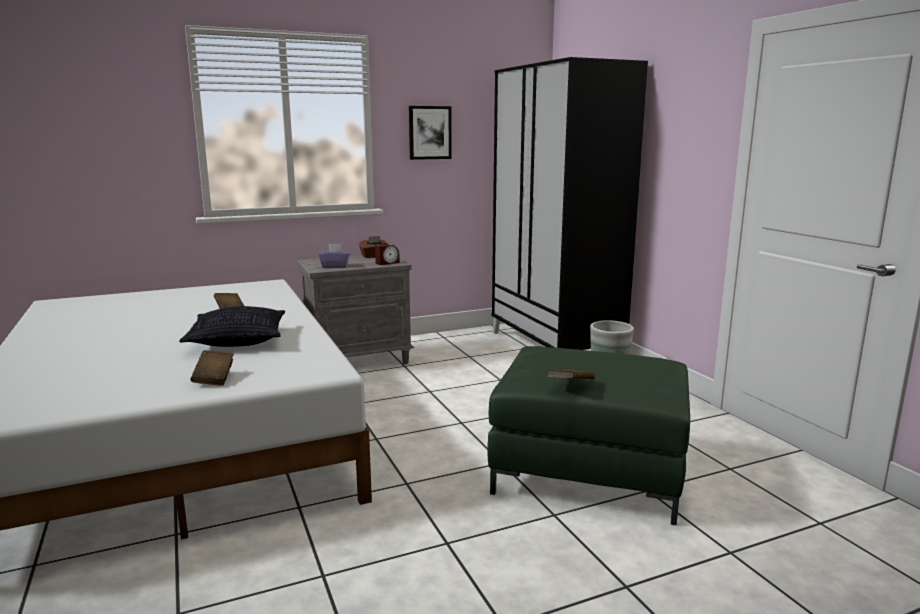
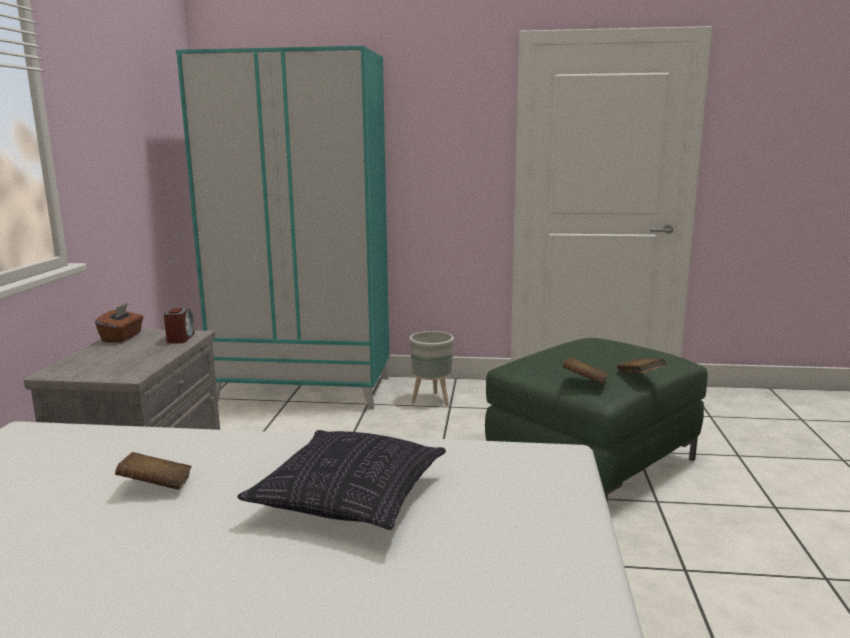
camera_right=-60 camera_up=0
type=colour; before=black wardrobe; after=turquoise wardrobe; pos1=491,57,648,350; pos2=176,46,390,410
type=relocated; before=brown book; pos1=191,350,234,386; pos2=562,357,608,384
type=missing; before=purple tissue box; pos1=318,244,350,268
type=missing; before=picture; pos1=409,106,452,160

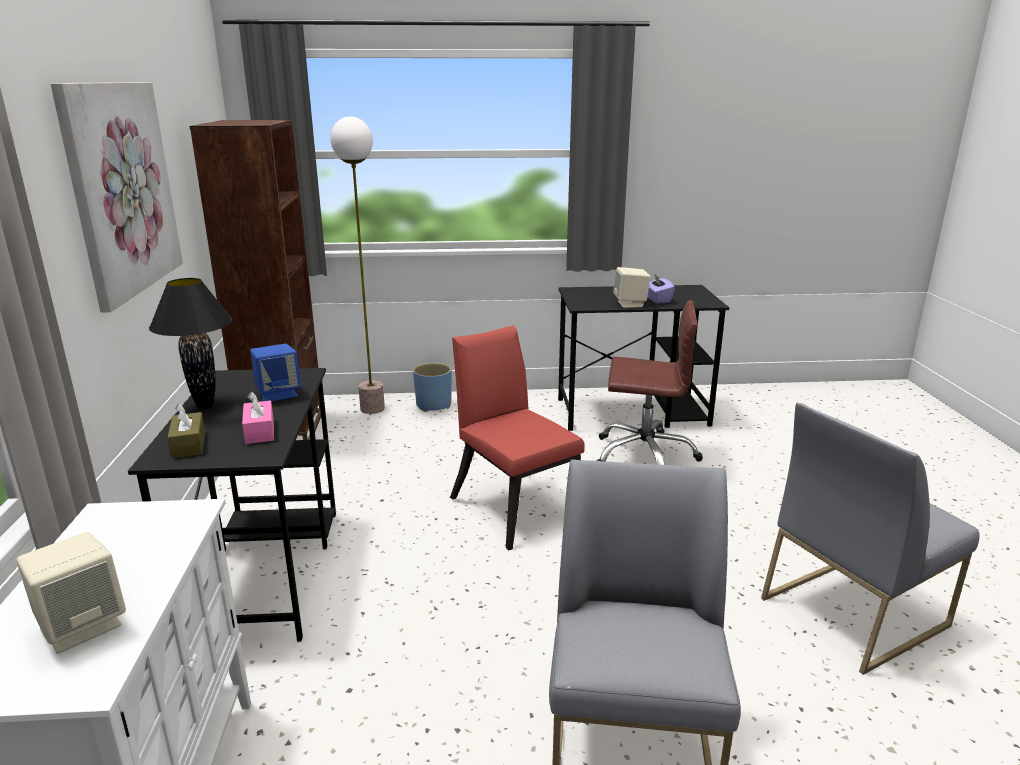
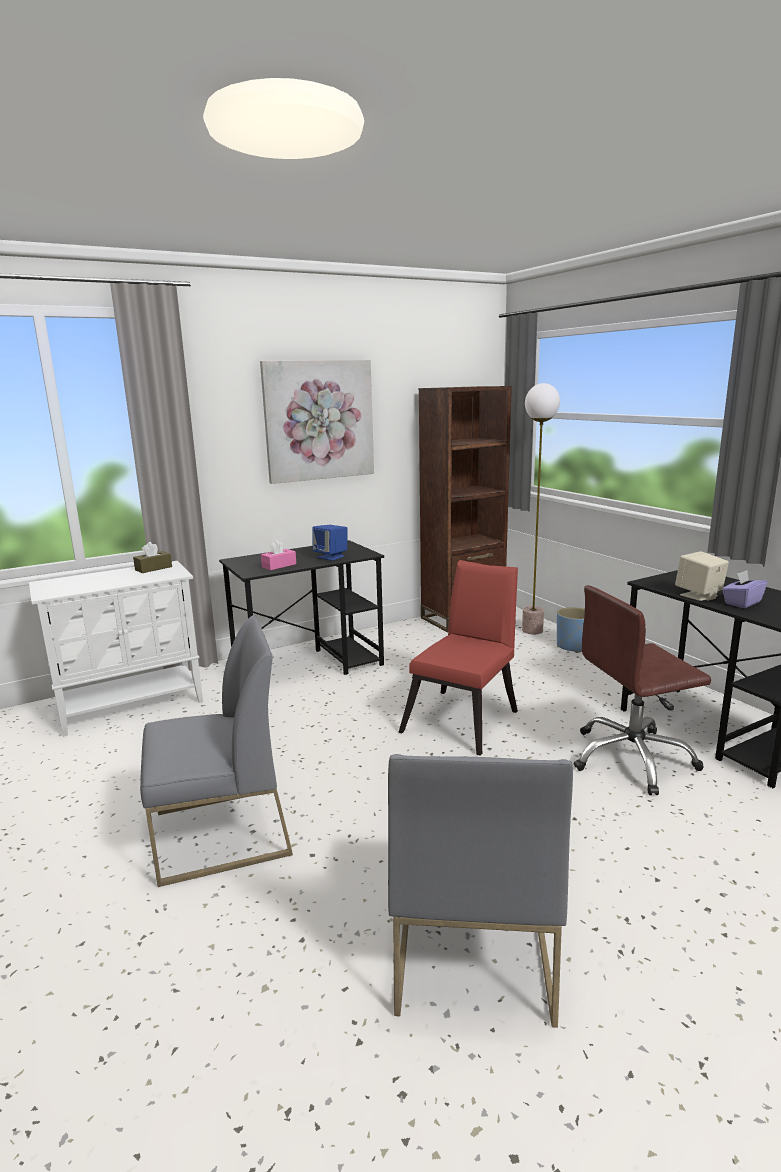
camera_right=65 camera_up=-5
type=relocated; before=brown tissue box; pos1=167,404,205,458; pos2=133,542,172,573
type=spun; before=grey chair; pos1=761,403,980,675; pos2=388,754,573,1028; turn=-120
type=spun; before=brown office chair; pos1=596,300,703,465; pos2=574,585,711,795; turn=90
type=missing; before=beige speaker; pos1=17,532,126,654
type=missing; before=black table lamp; pos1=149,278,232,410

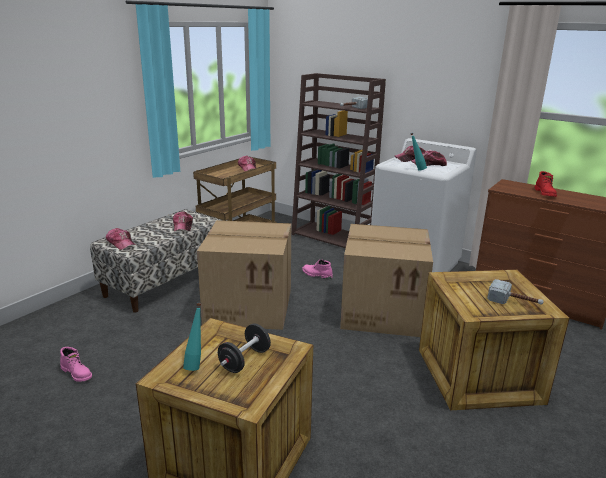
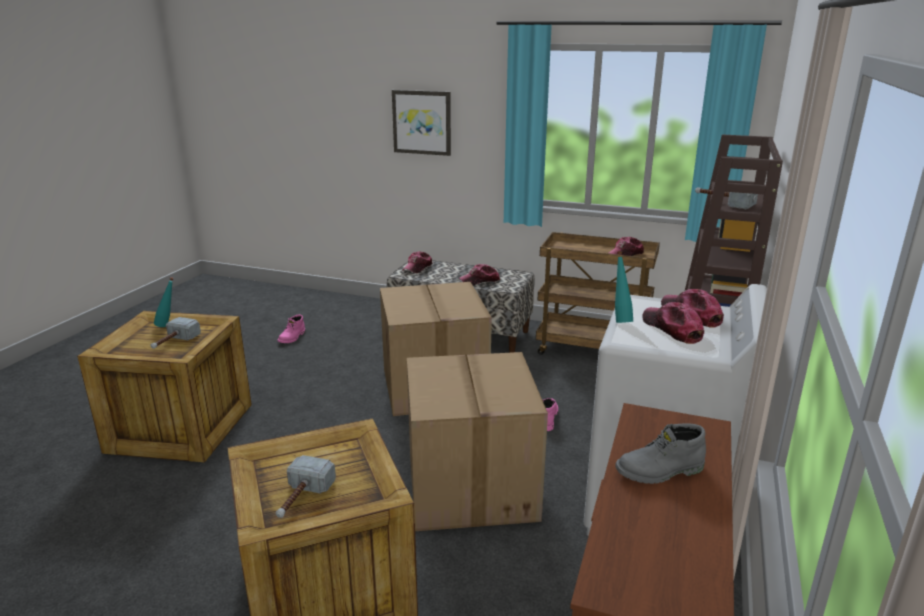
camera_right=75 camera_up=0
type=exchanged; before=black dumbbell; after=hammer; pos1=218,324,271,373; pos2=151,317,201,349
type=appeared; after=picture; pos2=392,90,451,156
type=colour; before=red boot; after=grey boot; pos1=534,171,557,197; pos2=615,423,706,484

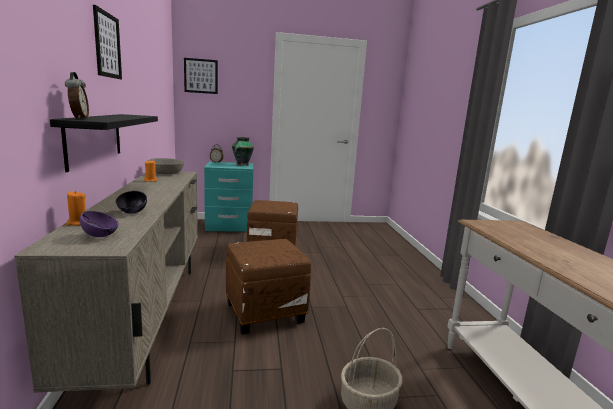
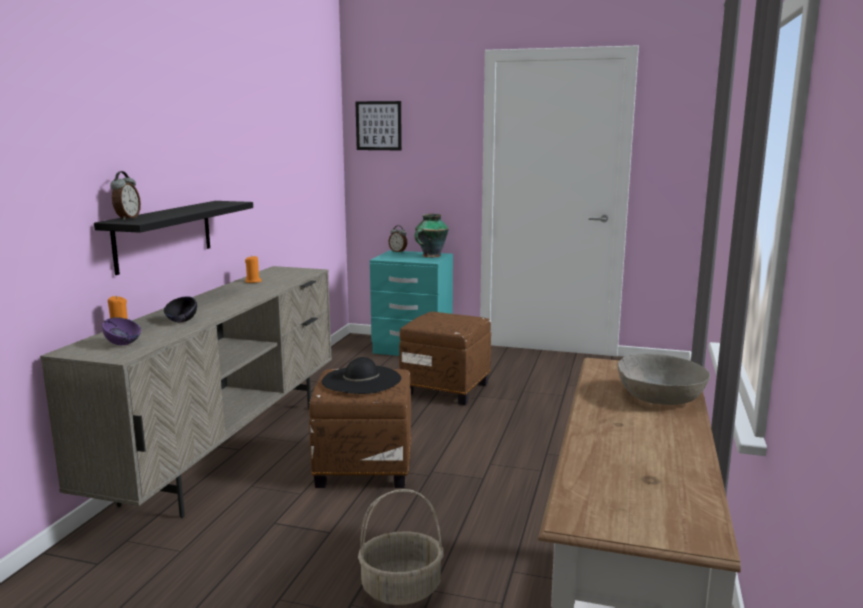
camera_right=25 camera_up=0
type=appeared; after=black hat; pos2=322,357,401,394
type=relocated; before=grey bowl; pos1=147,158,184,174; pos2=618,354,710,405
type=missing; before=picture; pos1=93,5,122,79

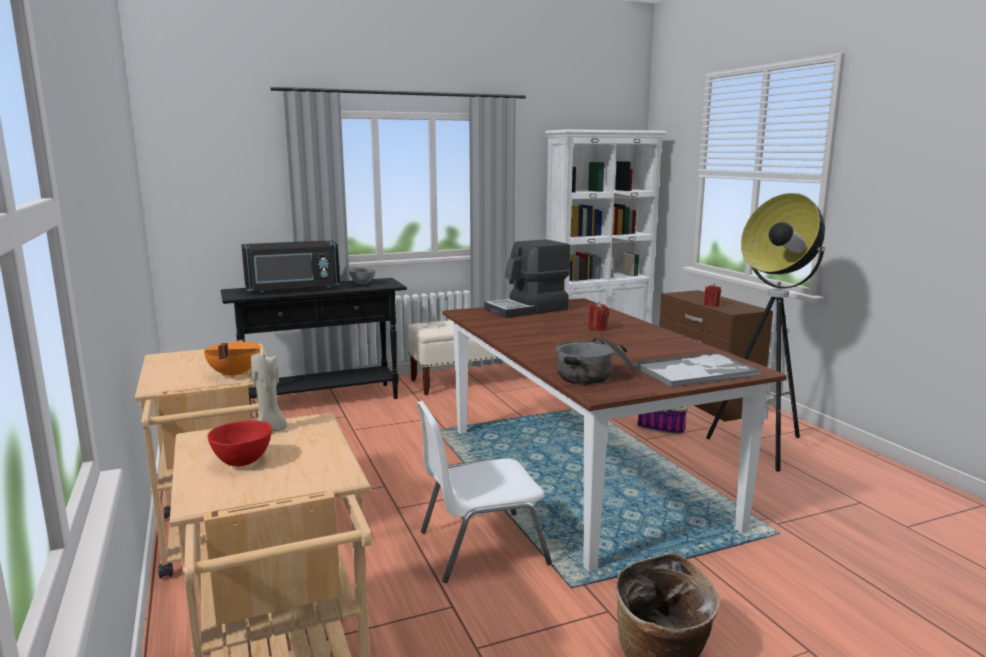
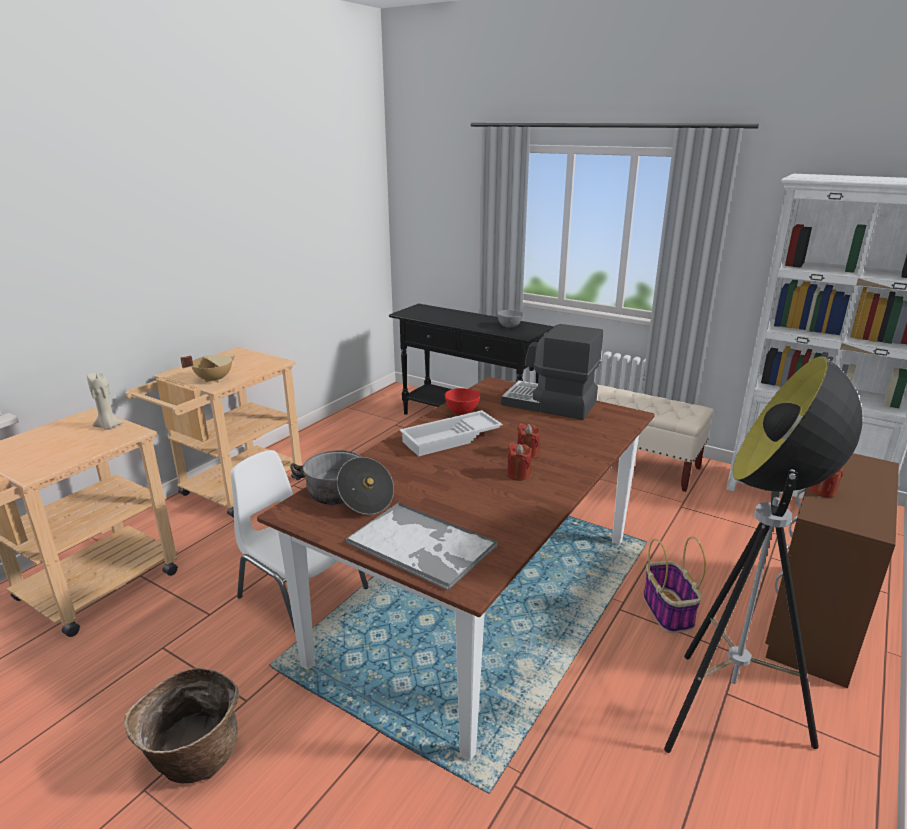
camera_right=55 camera_up=10
type=colour; before=orange cooking pot; after=beige cooking pot; pos1=204,340,261,379; pos2=180,355,235,383
type=appeared; after=white tray; pos2=399,410,503,456
type=relocated; before=red bowl; pos1=207,420,272,467; pos2=445,388,480,415
type=appeared; after=red candle; pos2=507,443,532,481
type=missing; before=black microwave; pos1=241,240,340,293

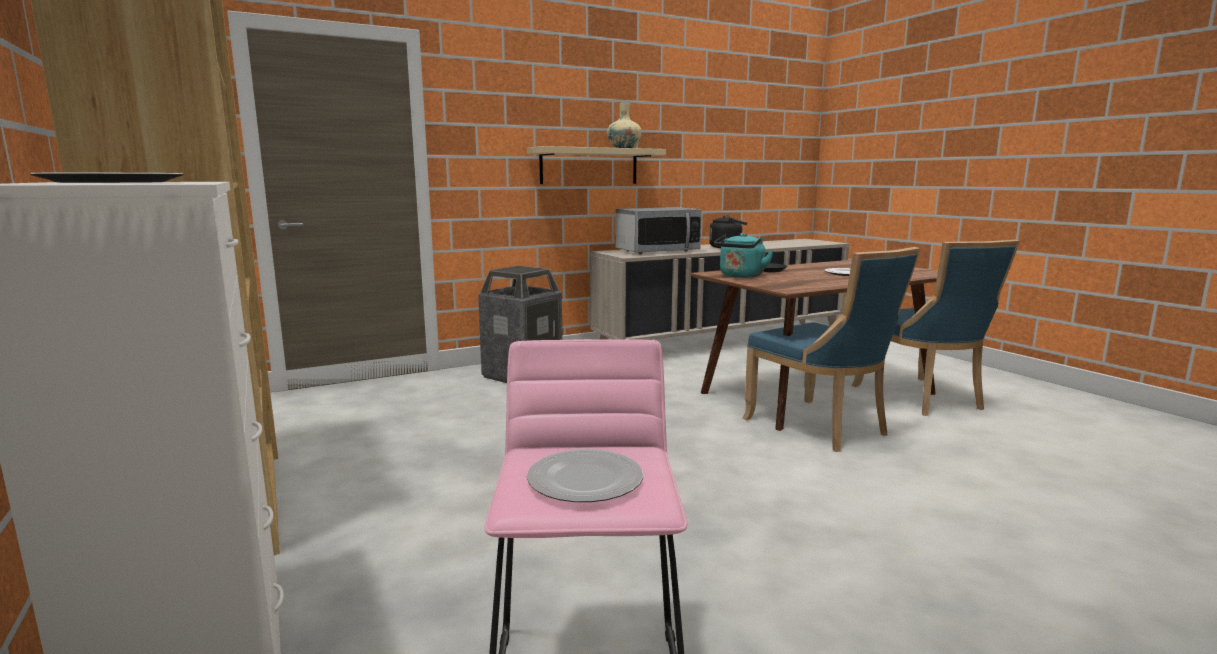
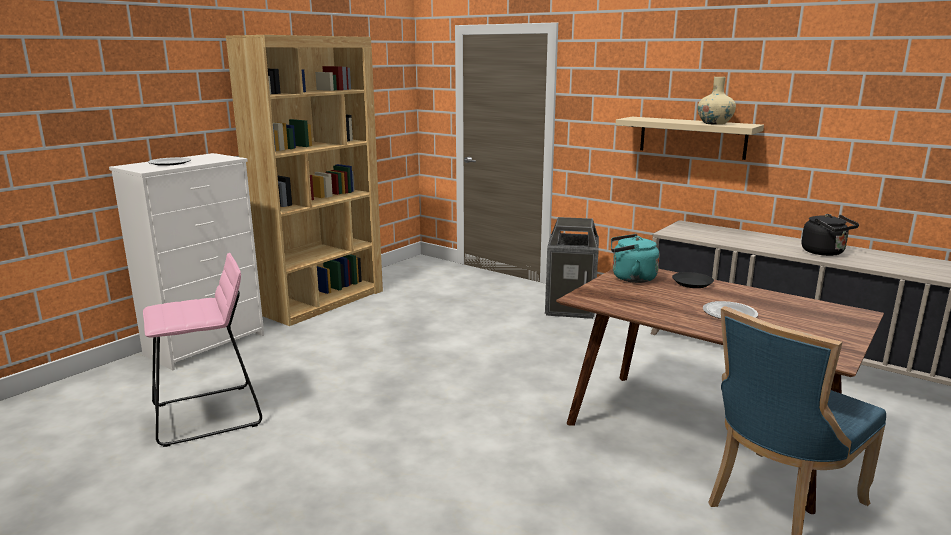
camera_right=65 camera_up=5
type=missing; before=plate; pos1=527,449,643,502
type=missing; before=microwave; pos1=615,207,702,254
type=missing; before=blue chair; pos1=742,247,920,452

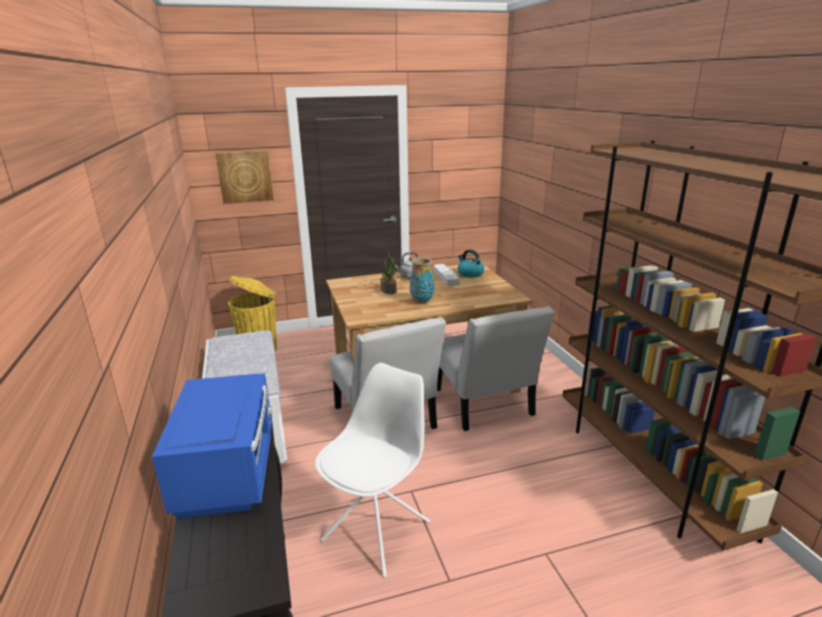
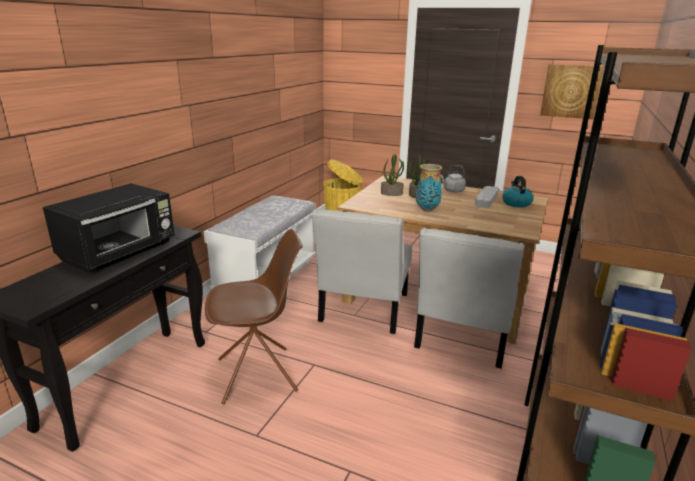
camera_right=40 camera_up=0
type=colour; before=blue microwave; after=black microwave; pos1=152,373,272,519; pos2=43,183,174,273
type=colour; before=white chair; after=brown chair; pos1=315,363,430,577; pos2=205,229,303,404
type=appeared; after=potted plant; pos2=381,154,404,196
type=relocated; before=picture; pos1=216,150,274,204; pos2=540,64,604,119

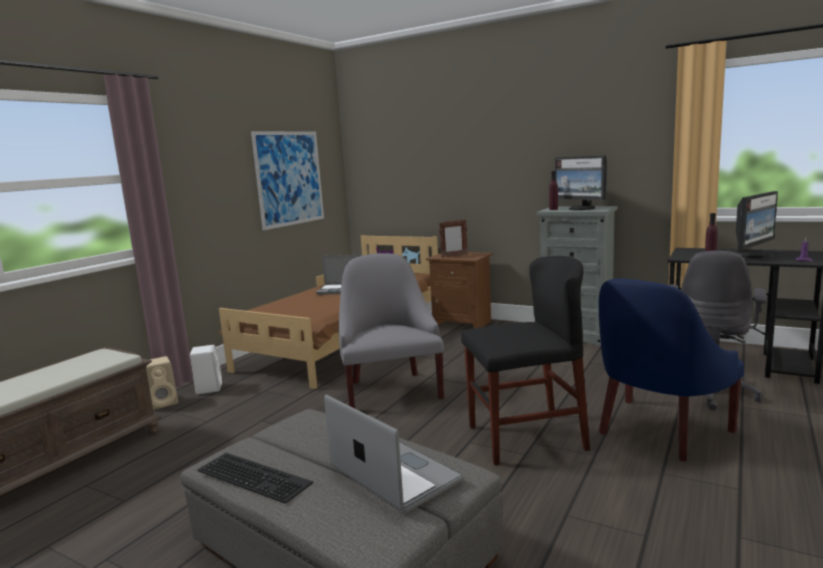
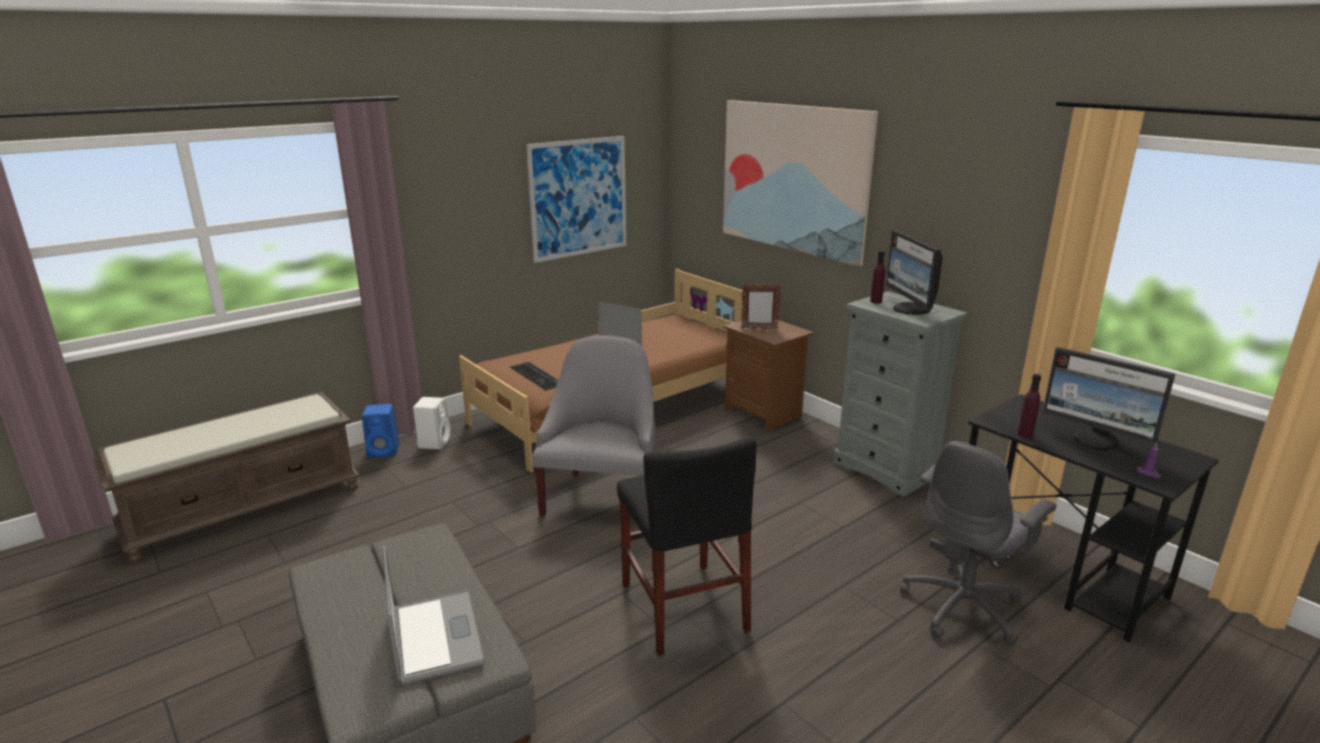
camera_right=20 camera_up=10
type=colour; before=beige speaker; after=blue speaker; pos1=146,356,178,410; pos2=362,404,399,458
type=relocated; before=keyboard; pos1=197,453,313,504; pos2=510,362,558,390
type=spun; before=black chair; pos1=461,256,590,465; pos2=617,436,756,656; turn=60
type=appeared; after=picture; pos2=723,100,878,267
type=spun; before=monitor; pos1=735,191,778,258; pos2=1042,347,1175,450; turn=60
type=missing; before=blue armchair; pos1=599,279,744,462

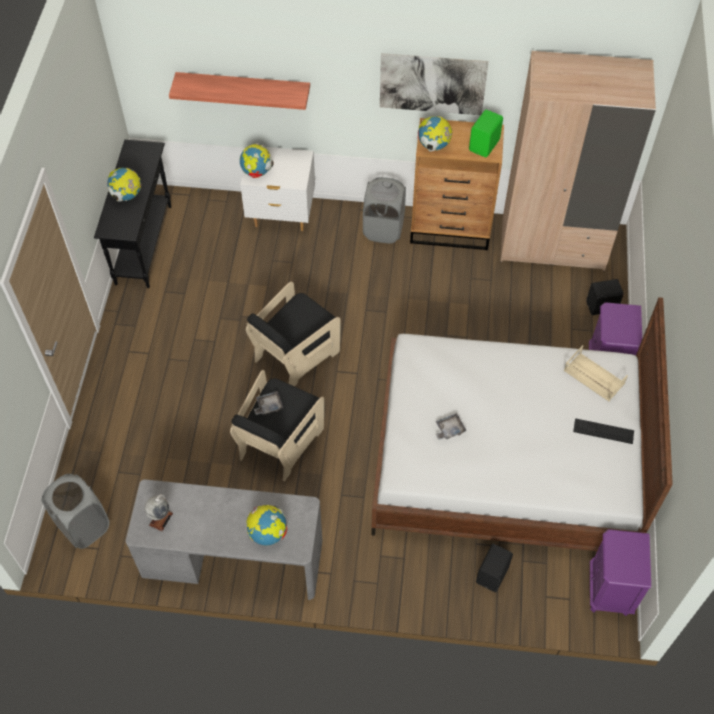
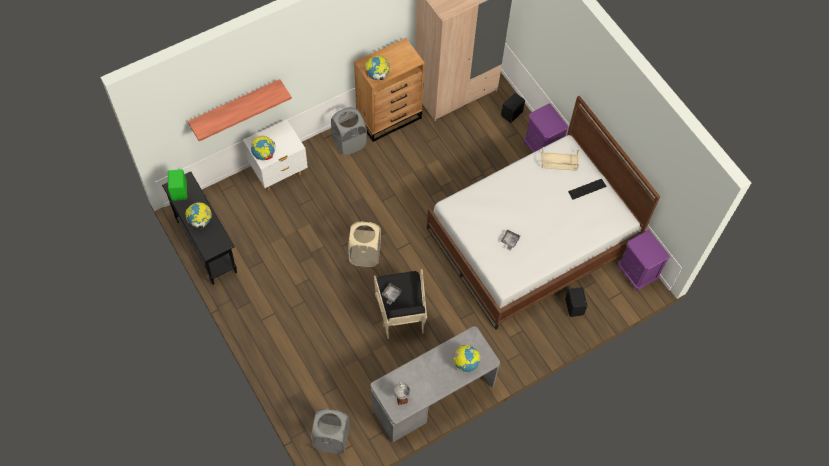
camera_right=-40 camera_up=5
type=relocated; before=green speaker; pos1=469,110,503,157; pos2=168,169,187,201
type=exchanged; before=black armchair; after=beige laundry basket; pos1=246,282,341,386; pos2=348,221,381,267
type=missing; before=picture; pos1=380,53,489,115

